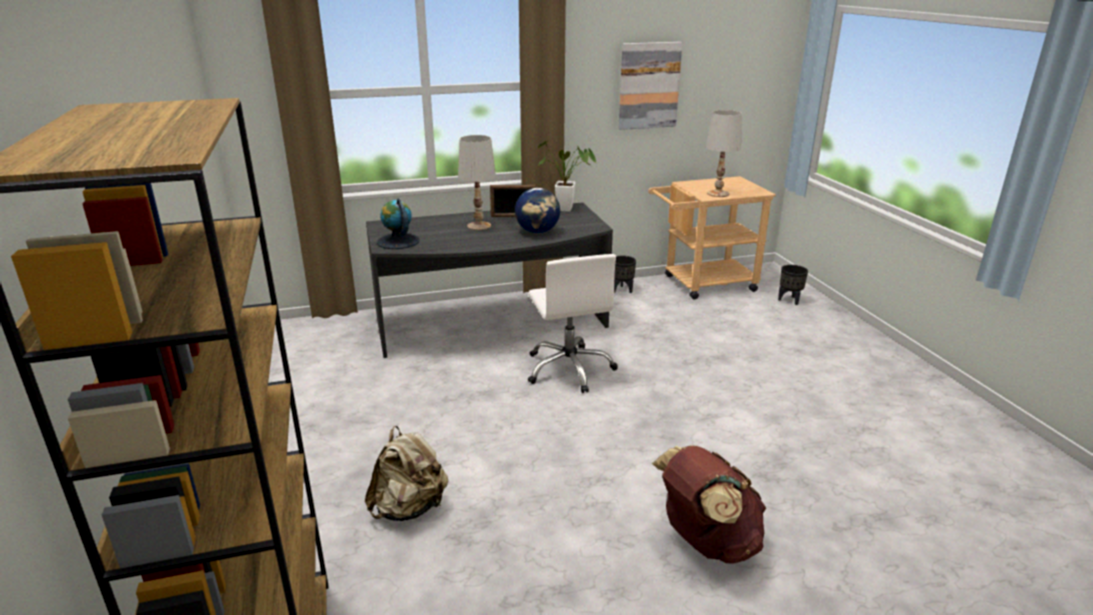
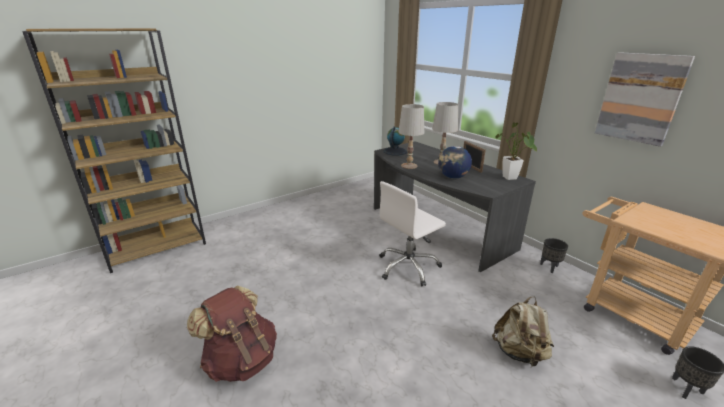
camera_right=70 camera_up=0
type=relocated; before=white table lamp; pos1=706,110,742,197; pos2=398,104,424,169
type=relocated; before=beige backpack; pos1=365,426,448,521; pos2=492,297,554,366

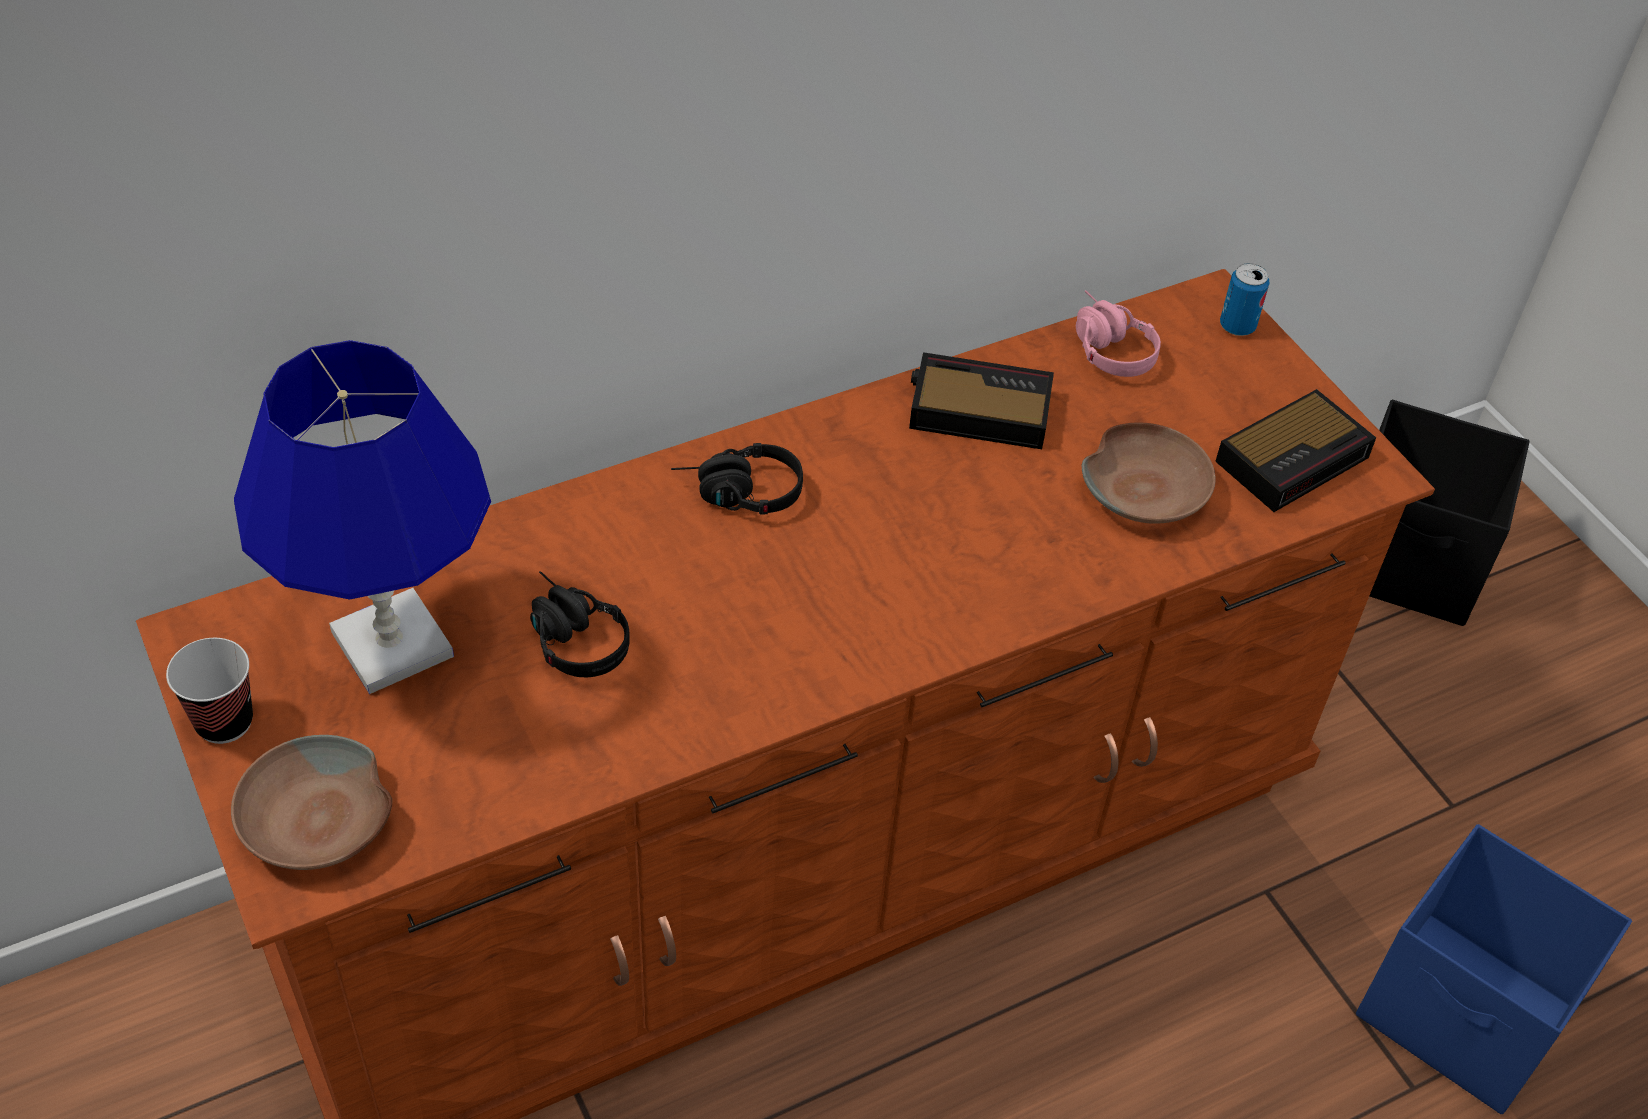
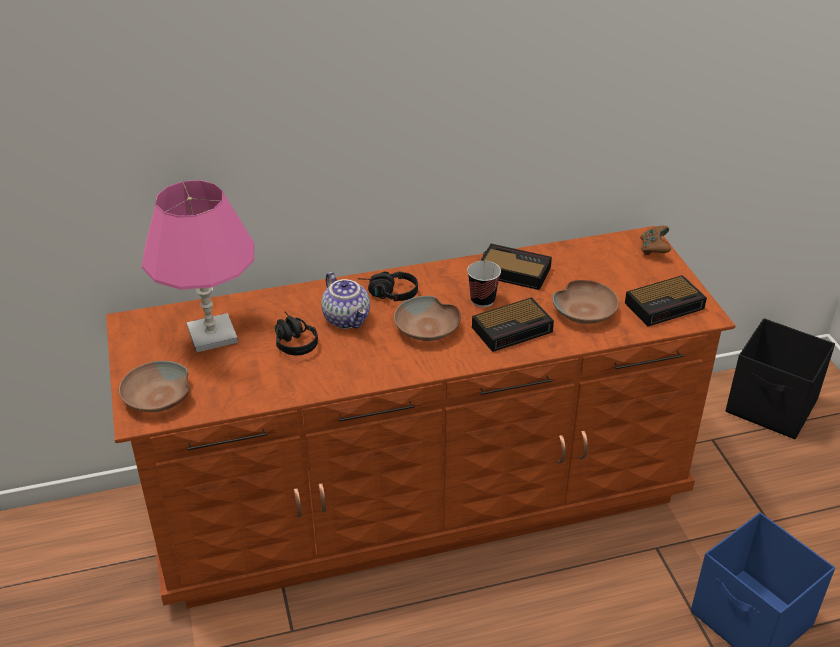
camera_right=15 camera_up=-10
type=colour; before=blue table lamp; after=pink table lamp; pos1=234,340,491,694; pos2=142,180,254,353
type=appeared; after=teapot; pos2=321,272,370,329
type=appeared; after=brown bowl; pos2=394,296,461,341
type=relocated; before=cup; pos1=166,638,253,744; pos2=467,261,501,307
type=appeared; after=alarm clock; pos2=472,297,554,352
type=exchanged; before=can; after=brown game controller; pos1=1220,263,1269,336; pos2=640,226,671,255
type=missing; before=pink headphones; pos1=1076,290,1161,377

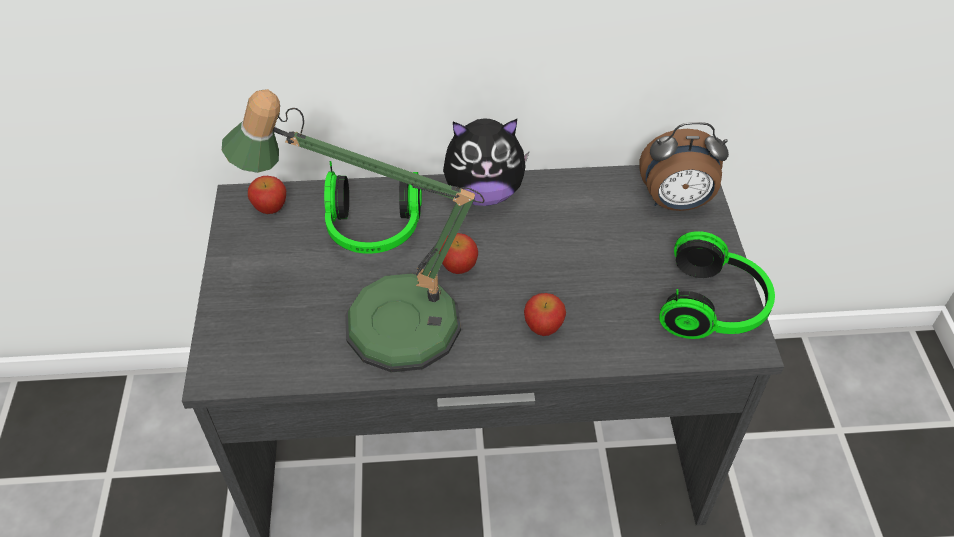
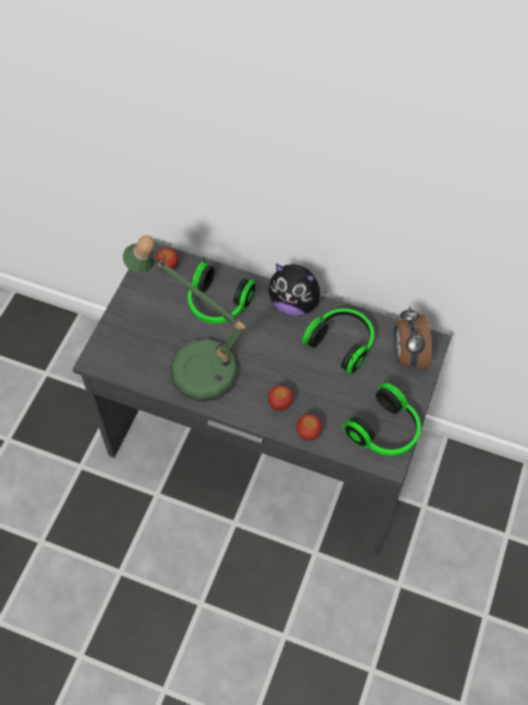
camera_right=25 camera_up=10
type=relocated; before=apple; pos1=439,233,478,274; pos2=296,414,322,440
type=appeared; after=headphones; pos2=302,308,374,375
type=spun; before=alarm clock; pos1=639,122,729,211; pos2=393,307,432,369; turn=60

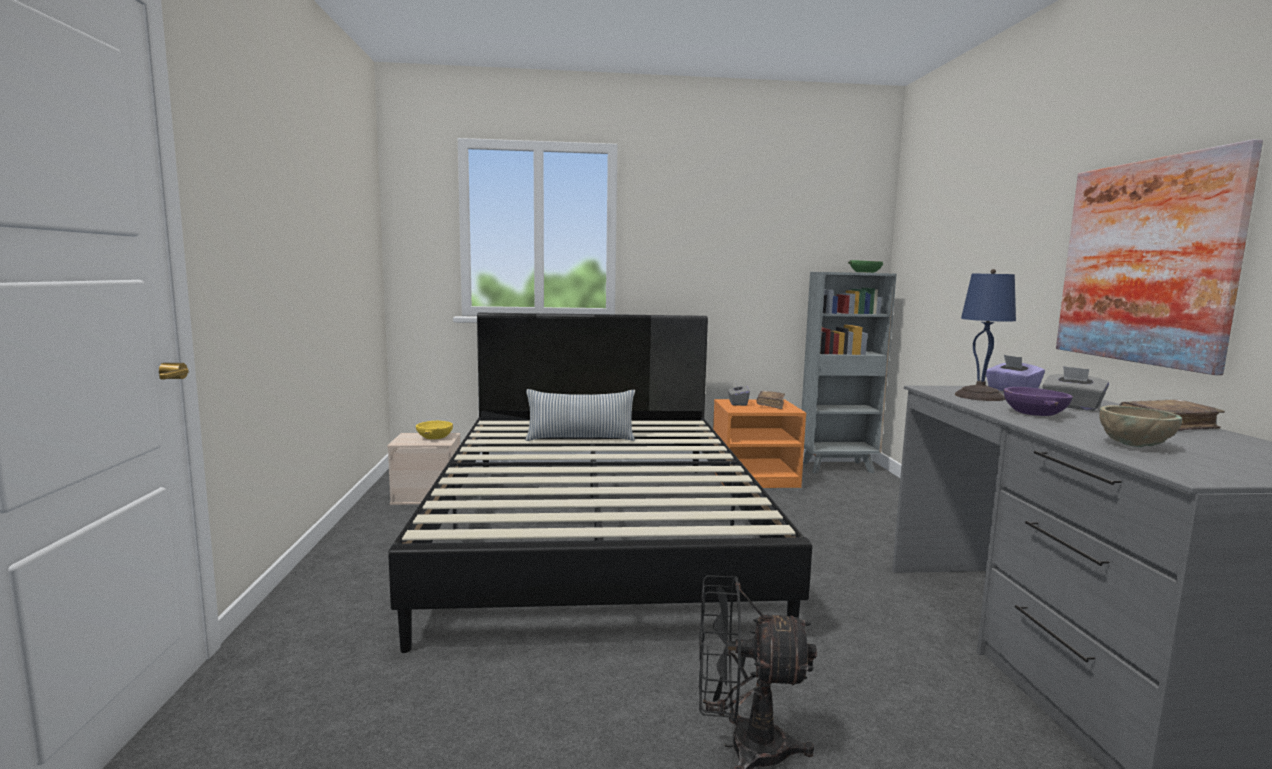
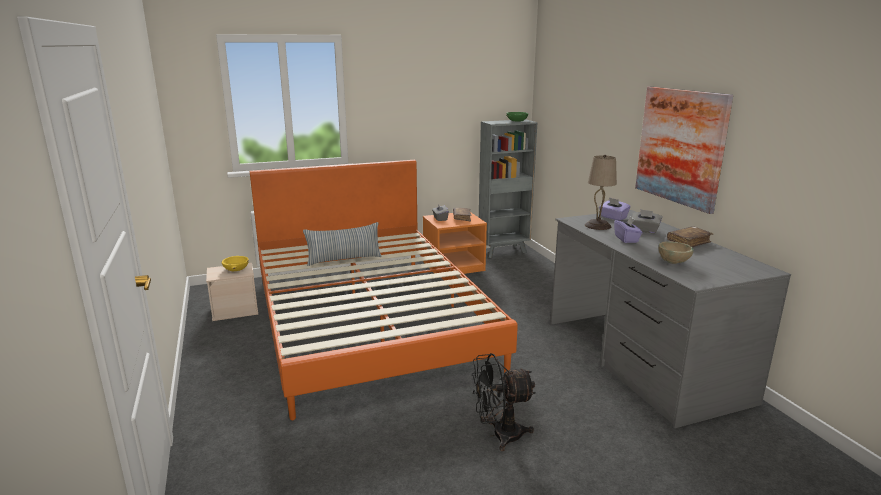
camera_right=-15 camera_up=10
type=colour; before=black bed; after=orange bed; pos1=388,313,812,653; pos2=250,160,518,420
type=colour; before=blue table lamp; after=beige table lamp; pos1=955,269,1016,401; pos2=585,155,617,230
type=exchanged; before=purple bowl; after=purple tissue box; pos1=1004,387,1073,416; pos2=614,216,642,243

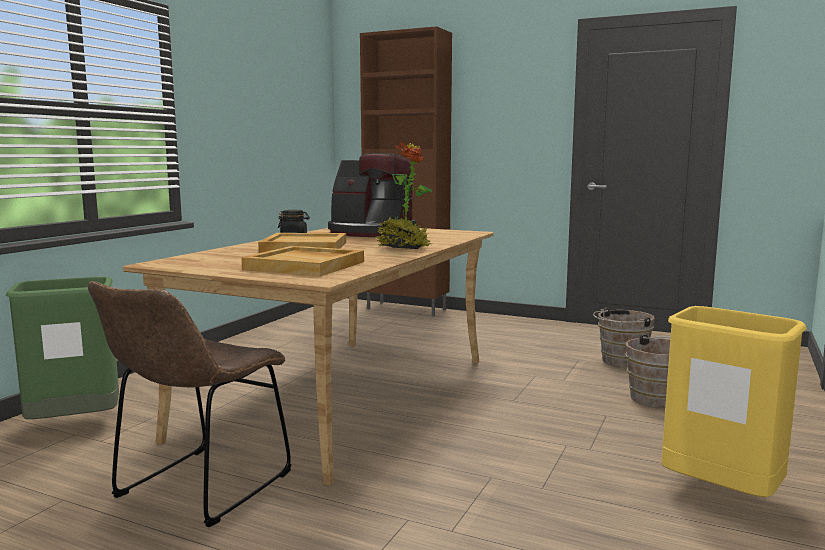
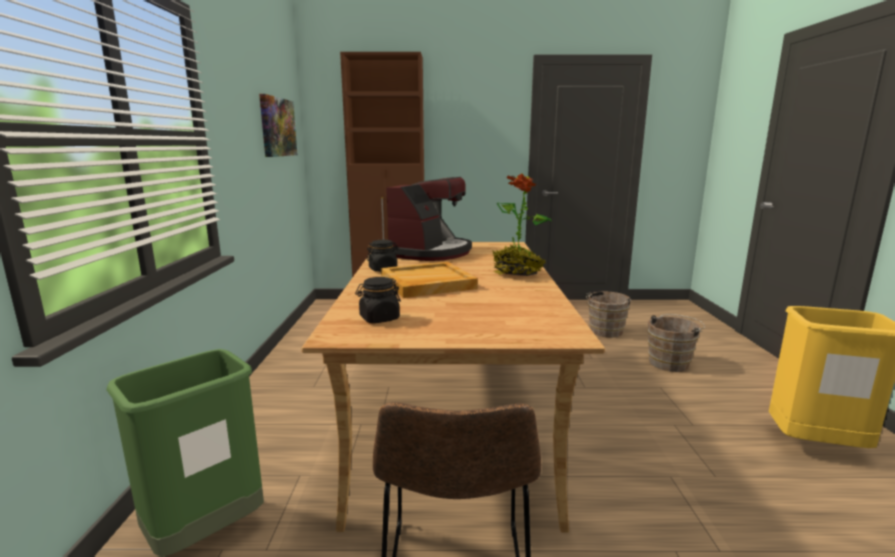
camera_right=-25 camera_up=5
type=appeared; after=picture; pos2=259,94,297,157
type=appeared; after=black jar; pos2=355,277,401,323
type=spun; before=coffee machine; pos1=328,153,416,237; pos2=386,177,472,261; turn=-60
type=missing; before=beige tray; pos1=241,246,364,276

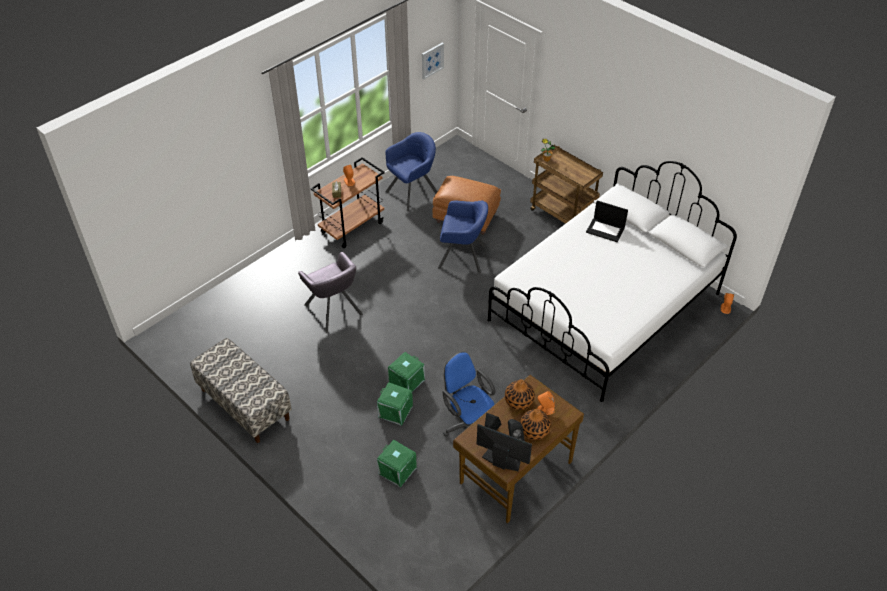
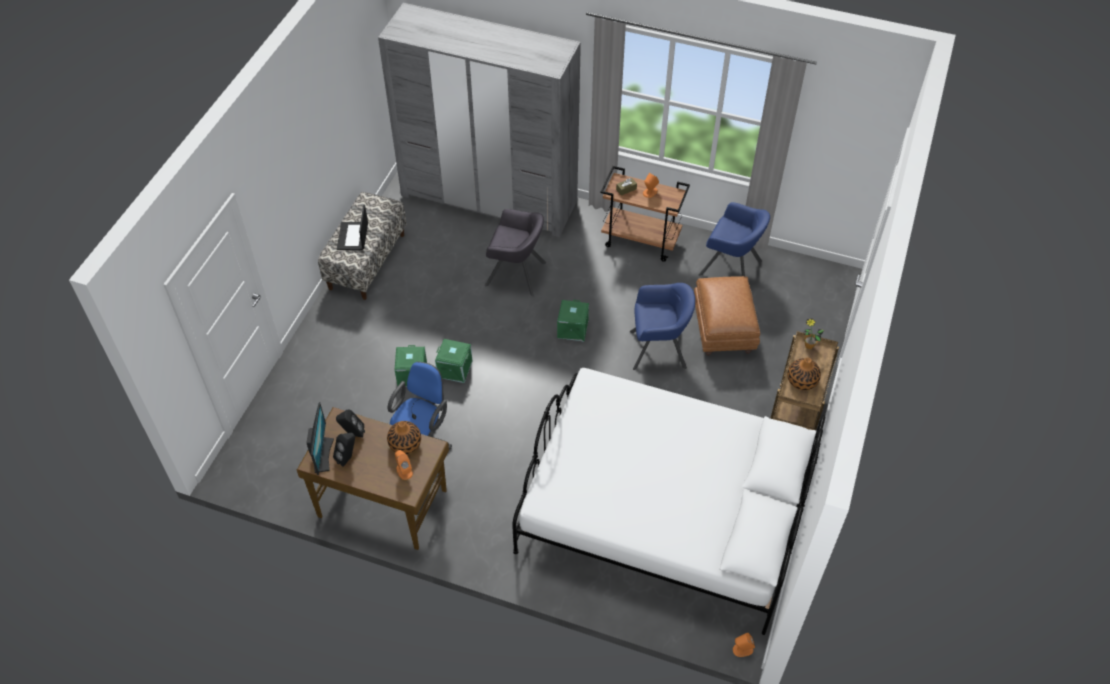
camera_right=65 camera_up=5
type=relocated; before=laptop; pos1=586,201,628,242; pos2=337,204,368,250
type=appeared; after=grey wardrobe; pos2=378,3,581,237
type=spun; before=grey armchair; pos1=298,252,363,333; pos2=485,209,546,296; turn=-105
type=relocated; before=green storage box; pos1=377,440,417,487; pos2=557,299,589,342
type=spun; before=blue armchair; pos1=438,201,488,273; pos2=630,283,695,370; turn=-75
type=relocated; before=vase; pos1=520,409,551,440; pos2=788,357,821,390
type=missing; before=picture; pos1=422,42,444,79

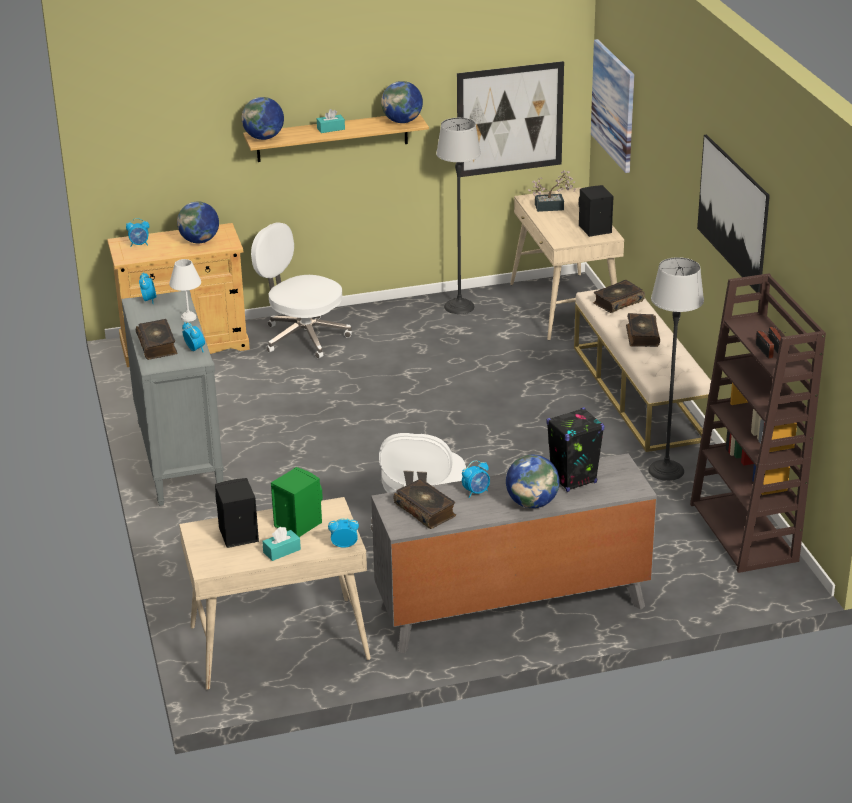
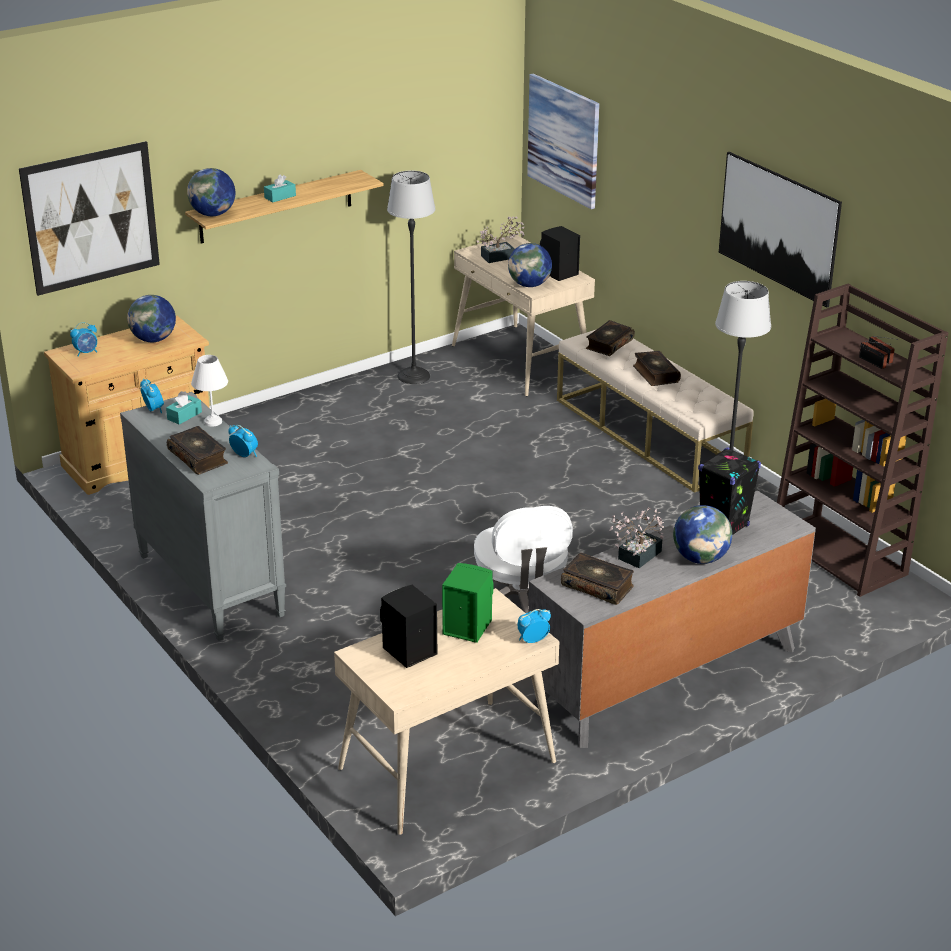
camera_right=-20 camera_up=0
type=relocated; before=picture; pos1=457,61,564,177; pos2=19,141,160,296
type=relocated; before=turquoise tissue box; pos1=262,527,301,561; pos2=166,391,202,425
type=relocated; before=globe; pos1=381,81,423,123; pos2=508,243,552,287
type=exchanged; before=alarm clock; after=potted plant; pos1=462,460,490,498; pos2=609,508,664,568
type=missing; before=white office chair; pos1=251,222,352,359

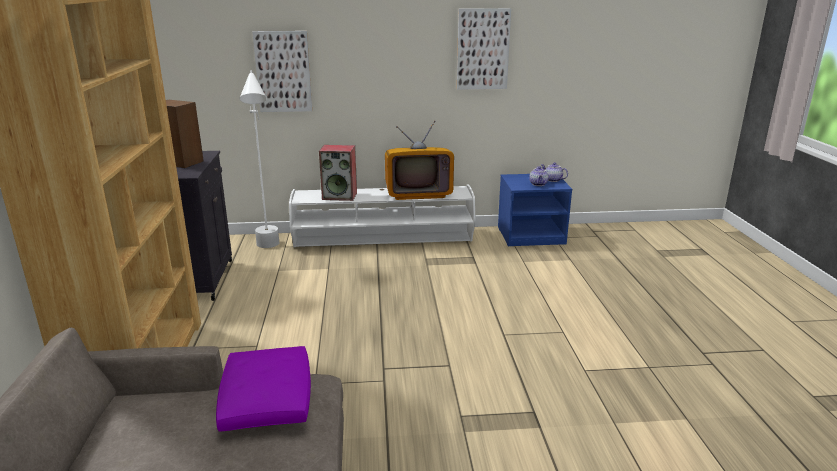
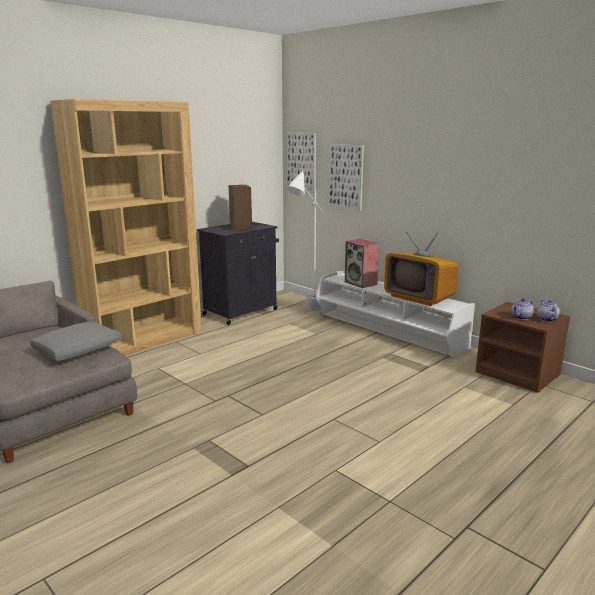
camera_right=50 camera_up=-5
type=colour; before=purple pillow; after=grey pillow; pos1=216,346,311,432; pos2=30,322,122,361
type=relocated; before=picture; pos1=457,8,511,90; pos2=287,132,316,194
type=colour; before=blue nightstand; after=brown nightstand; pos1=498,174,572,246; pos2=476,302,570,393

